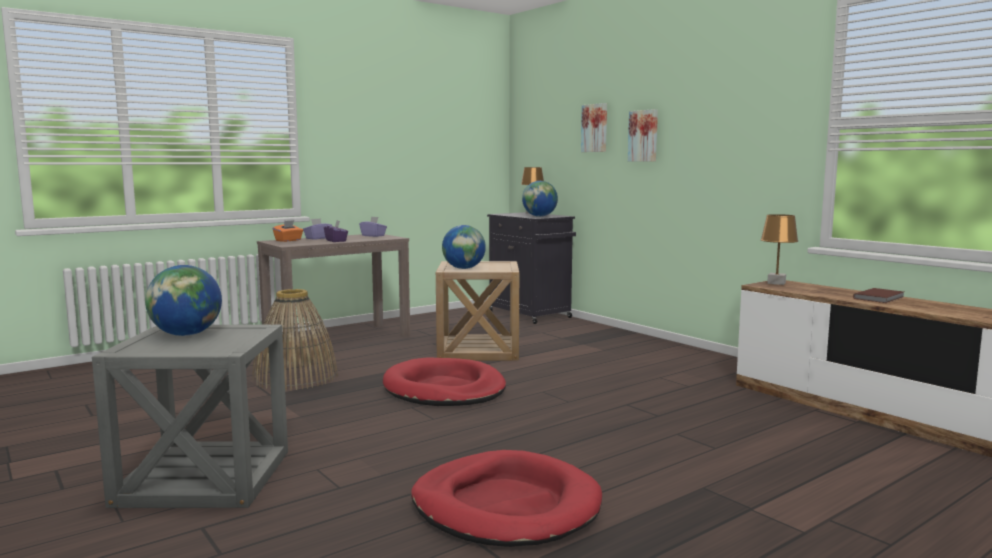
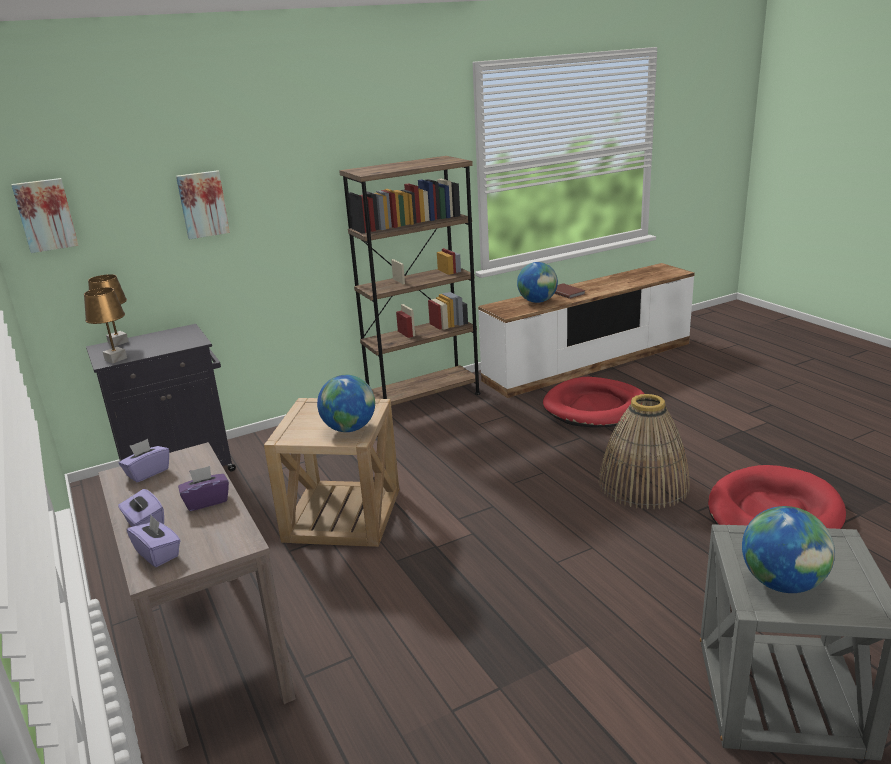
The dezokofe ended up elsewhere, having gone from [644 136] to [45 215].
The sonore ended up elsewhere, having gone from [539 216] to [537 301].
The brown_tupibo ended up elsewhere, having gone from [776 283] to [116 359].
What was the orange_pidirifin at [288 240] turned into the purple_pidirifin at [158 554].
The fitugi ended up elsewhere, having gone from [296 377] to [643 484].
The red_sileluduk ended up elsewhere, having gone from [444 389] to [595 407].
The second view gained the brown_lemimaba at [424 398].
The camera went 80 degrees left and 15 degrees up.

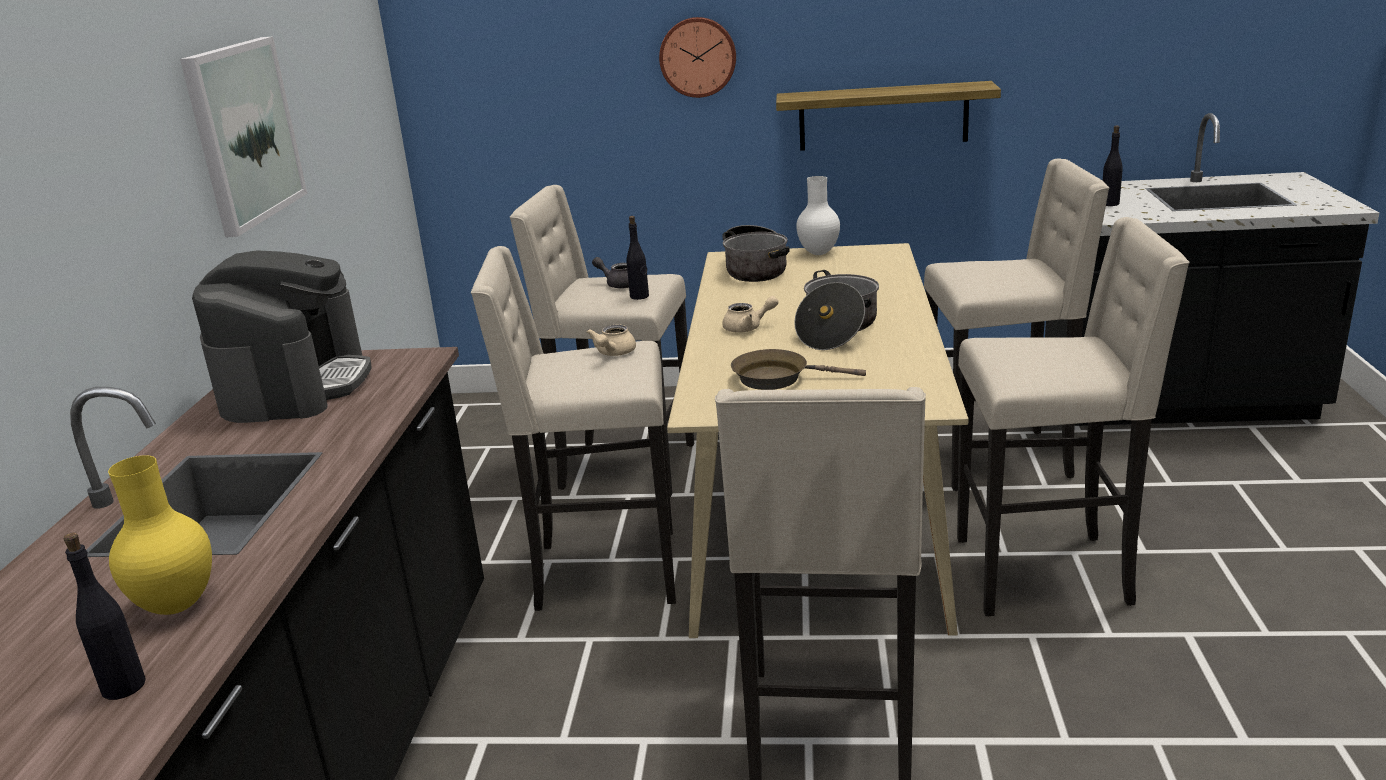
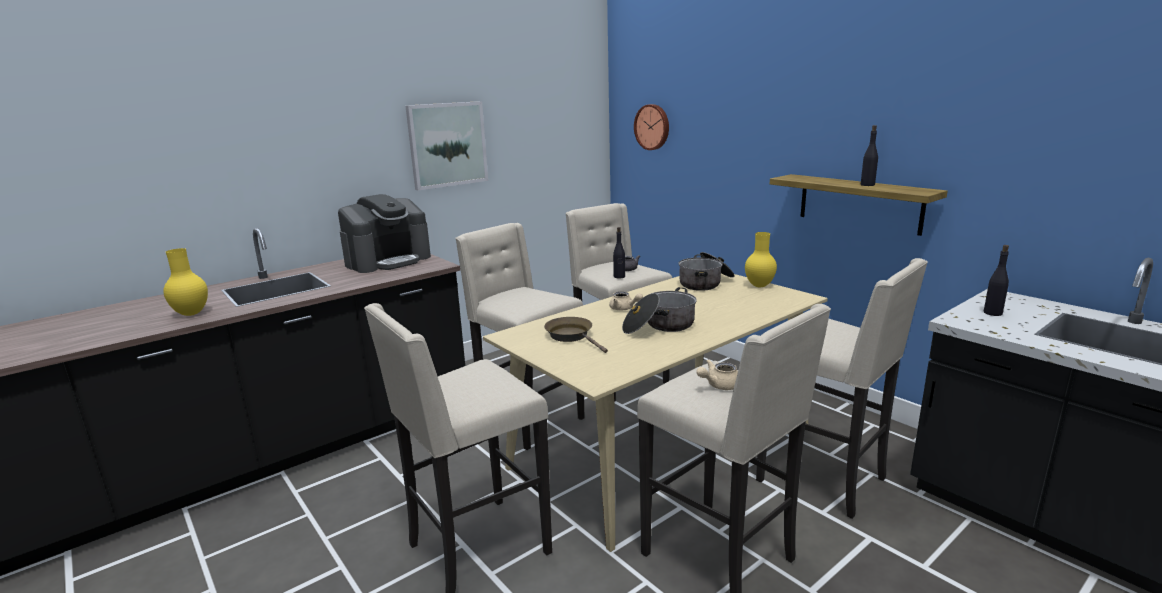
The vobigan ended up elsewhere, having gone from [698 57] to [652 127].
What was the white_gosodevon at [819 253] turned into the yellow_gosodevon at [760 286].
The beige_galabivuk ended up elsewhere, having gone from [613 353] to [719 385].
The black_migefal ended up elsewhere, having gone from [123 686] to [867 185].
The camera went 45 degrees right and 5 degrees down.

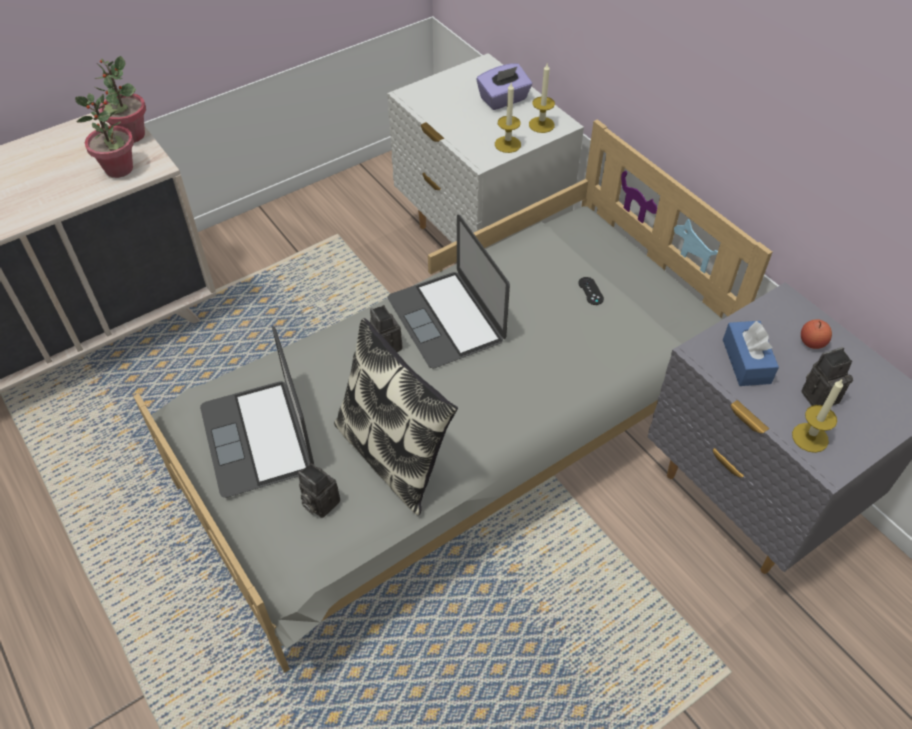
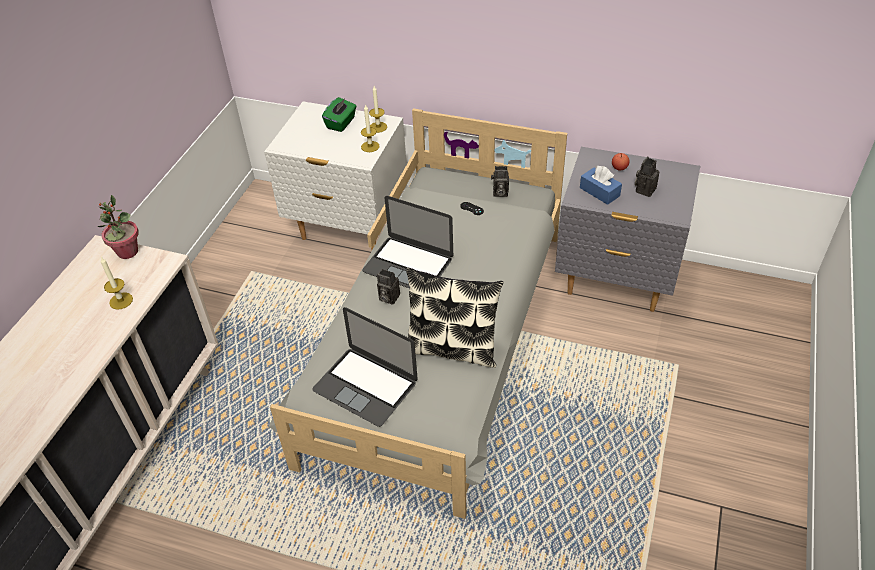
What was the purple_pidirifin at [503 100] turned into the green_pidirifin at [341 123].
The second view lost the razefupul at [119 169].
The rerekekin ended up elsewhere, having gone from [810 437] to [121 301].
The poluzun ended up elsewhere, having gone from [319 503] to [499 193].
The camera went 35 degrees left and 5 degrees down.

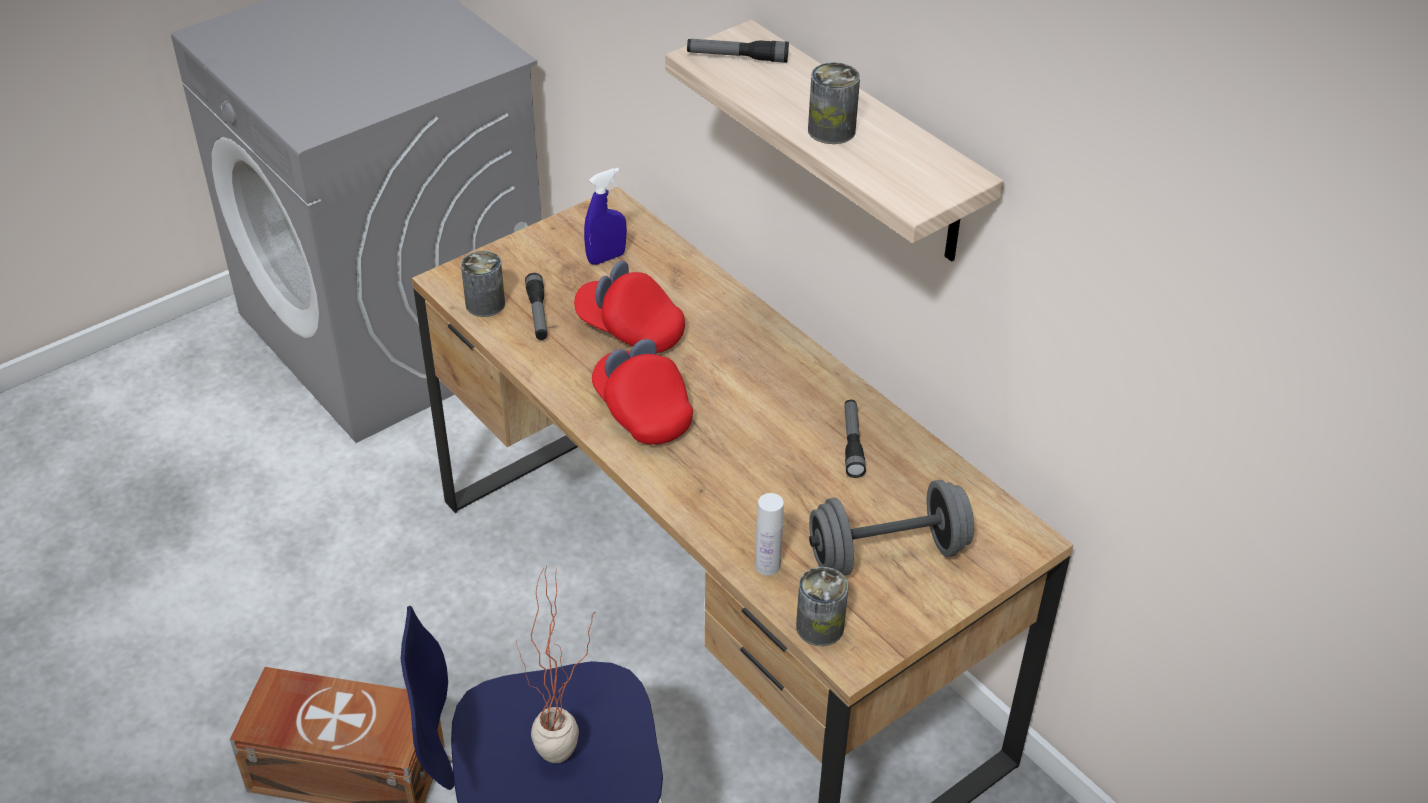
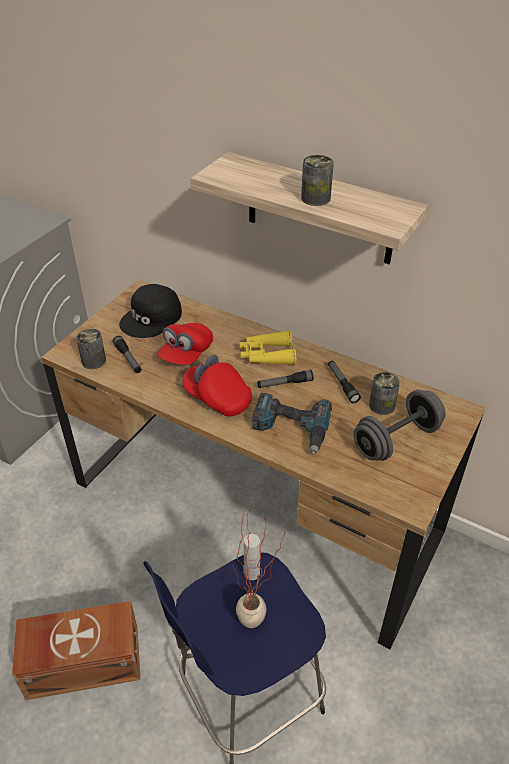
The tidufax ended up elsewhere, having gone from [737 57] to [285 383].
Where the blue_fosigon stood at [606 258], the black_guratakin came to stand at [152 318].
The red_guratakin at [630 329] ended up facing another way, 75 degrees counterclockwise from before.
The white_migefal ended up elsewhere, having gone from [767 565] to [252 573].
The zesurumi ended up elsewhere, having gone from [819 627] to [381 405].
The second view gained the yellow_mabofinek at [266 355].
The second view gained the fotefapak at [290 428].
The camera went 20 degrees left and 0 degrees up.

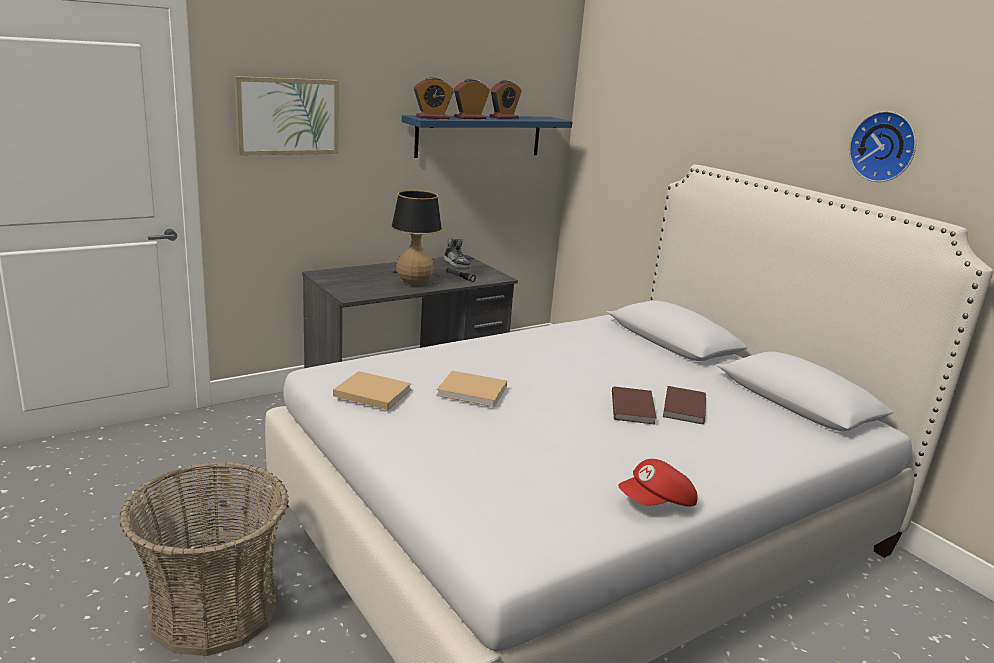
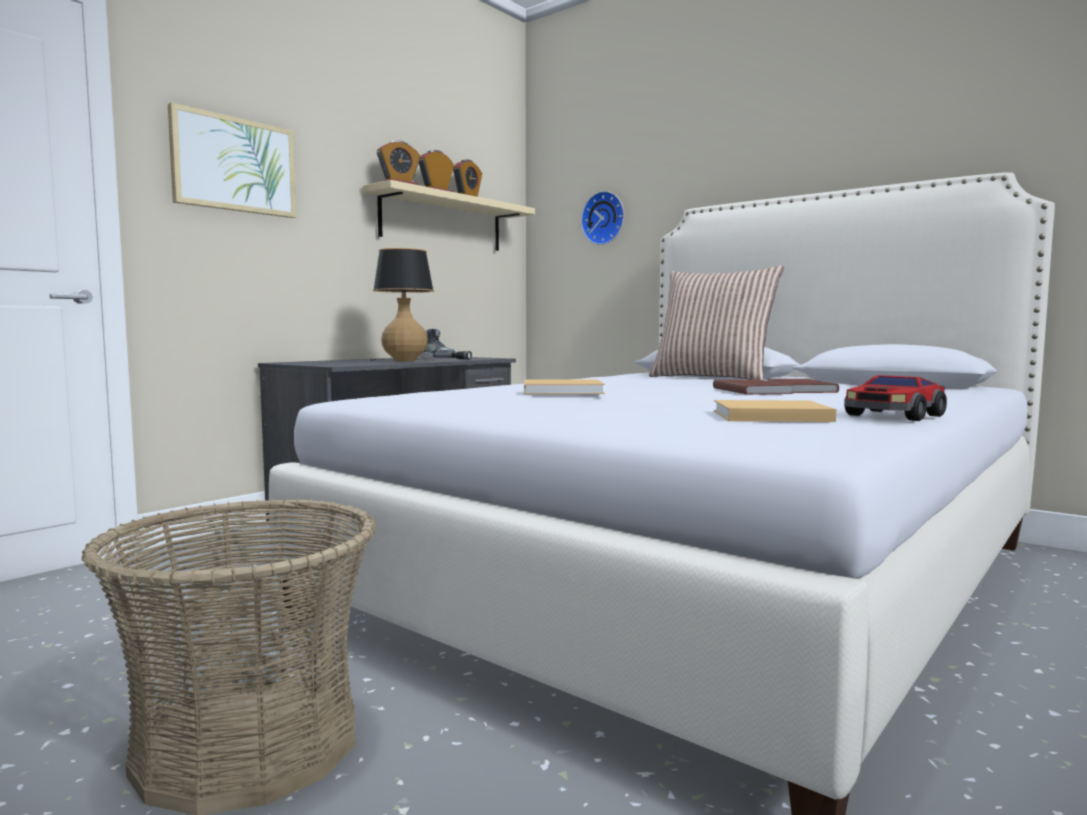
The vobigan ended up elsewhere, having gone from [884 146] to [604 218].
What was the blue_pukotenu at [479 136] turned into the beige_pukotenu at [442 222].
The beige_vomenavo ended up elsewhere, having gone from [370 392] to [767 416].
Where the red_guratakin stood at [657 503], the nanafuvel came to stand at [896 415].
The second view gained the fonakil at [712 378].
The camera went 15 degrees left and 15 degrees down.

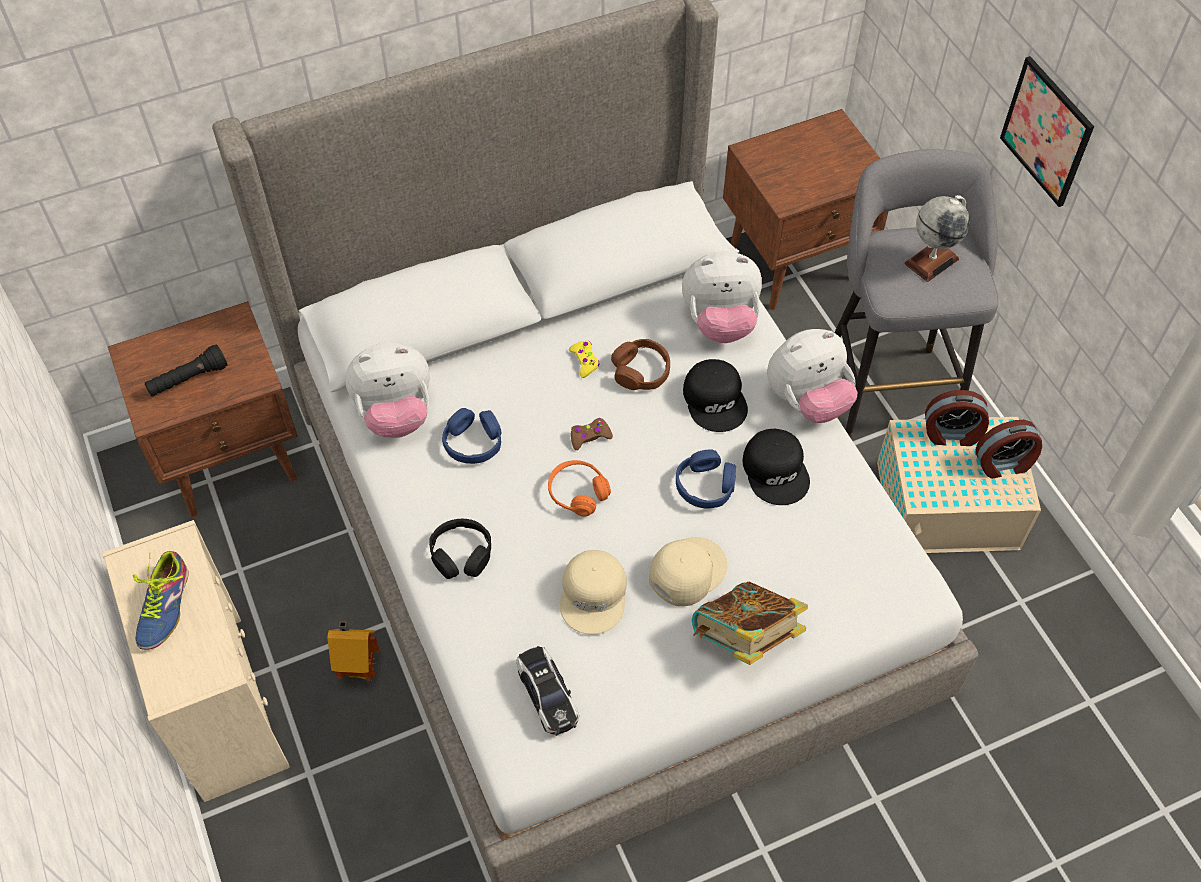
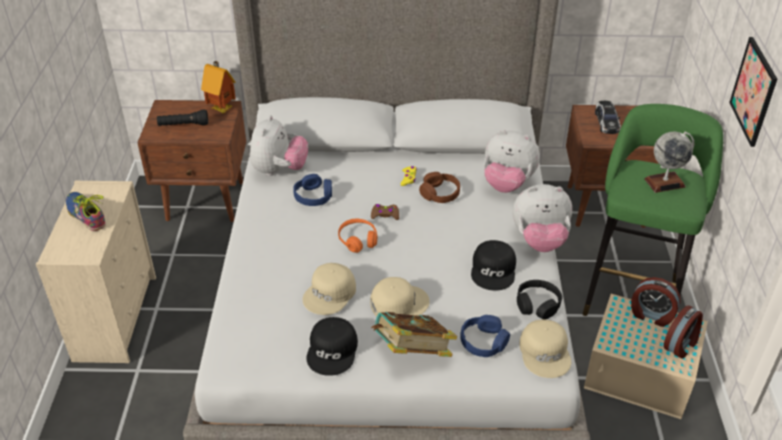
What was the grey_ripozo at [886 389] turned into the green_ripozo at [632 292].
The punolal at [395 414] ended up facing another way, 90 degrees counterclockwise from before.
The black_guratakin ended up elsewhere, having gone from [716 399] to [333 350].
The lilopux at [1003 464] ended up facing another way, 60 degrees counterclockwise from before.
The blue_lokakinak ended up elsewhere, having gone from [705 485] to [483 342].
The black_lokakinak ended up elsewhere, having gone from [461 554] to [537 304].
The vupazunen at [164 607] ended up facing another way, 105 degrees clockwise from before.
The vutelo ended up elsewhere, having gone from [359 668] to [222 109].
The nanafuvel ended up elsewhere, having gone from [547 694] to [606 122].
The second view gained the beige_guratakin at [545 352].
The camera went 25 degrees right and 15 degrees down.

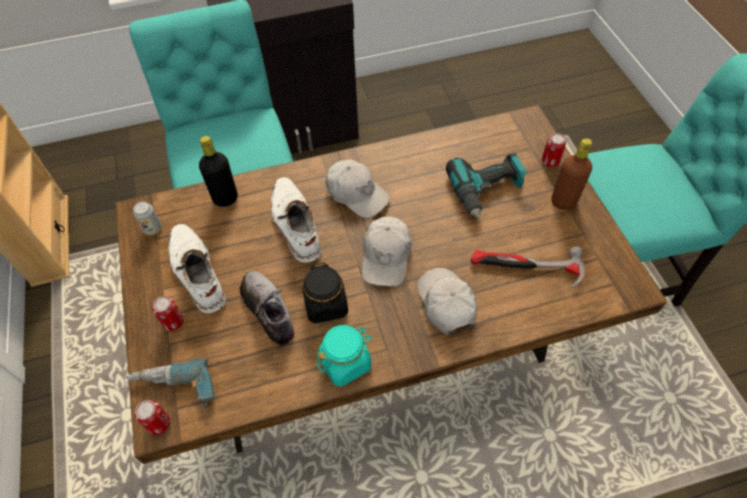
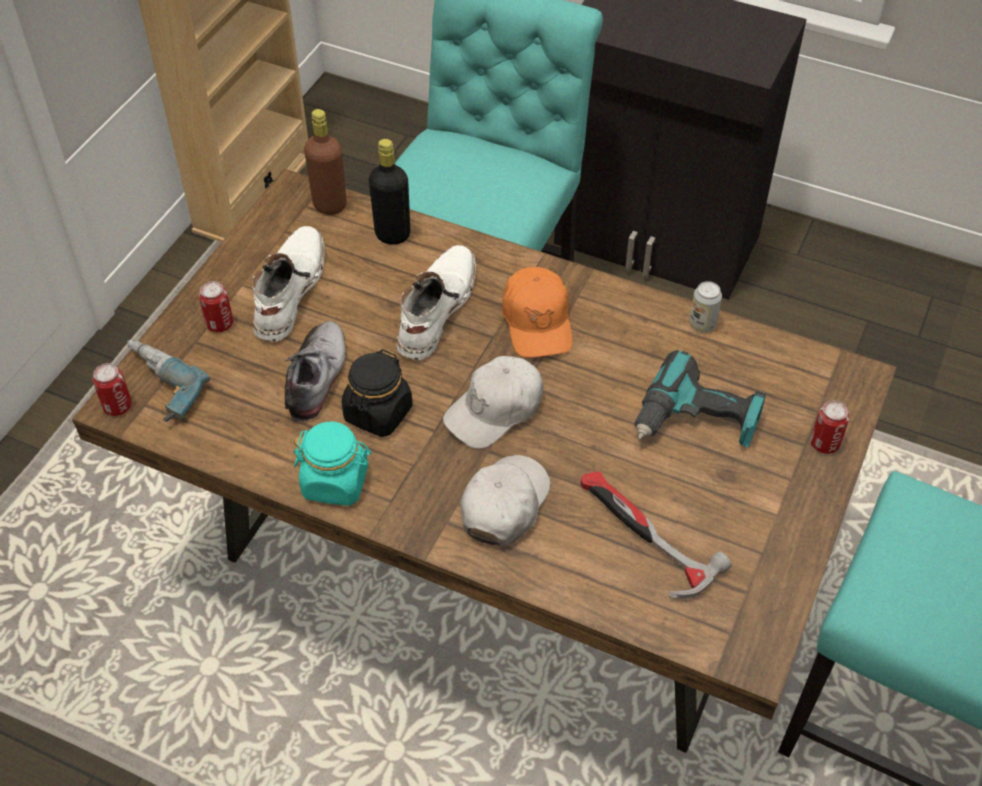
The brown_migefal ended up elsewhere, having gone from [563 202] to [330 205].
What was the white_guratakin at [356 193] turned into the orange_guratakin at [537 322].
The zesurumi ended up elsewhere, having gone from [153 229] to [702 324].
The camera went 40 degrees right and 5 degrees down.

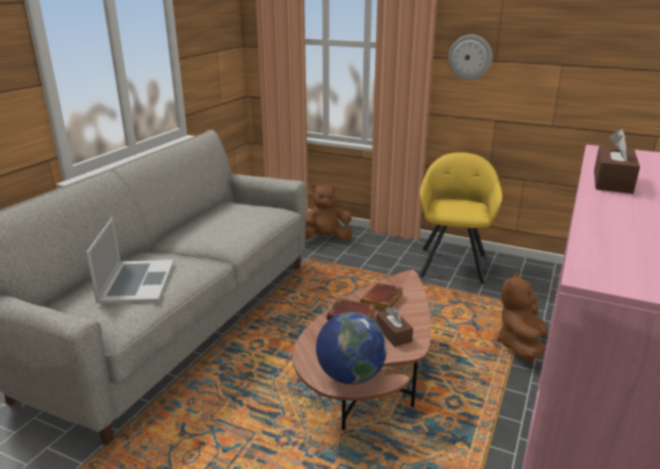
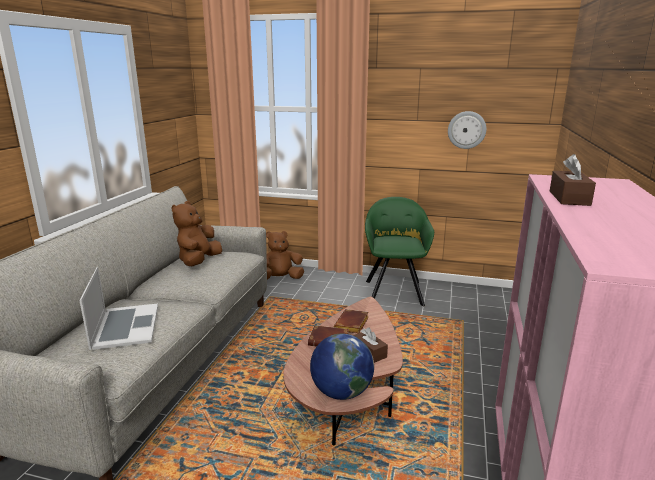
The vobigan ended up elsewhere, having gone from [470 57] to [466 130].
What was the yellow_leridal at [453 263] turned into the green_leridal at [394 291].
The brown_punolal ended up elsewhere, having gone from [521 345] to [199 262].
The camera went 10 degrees left and 5 degrees down.

